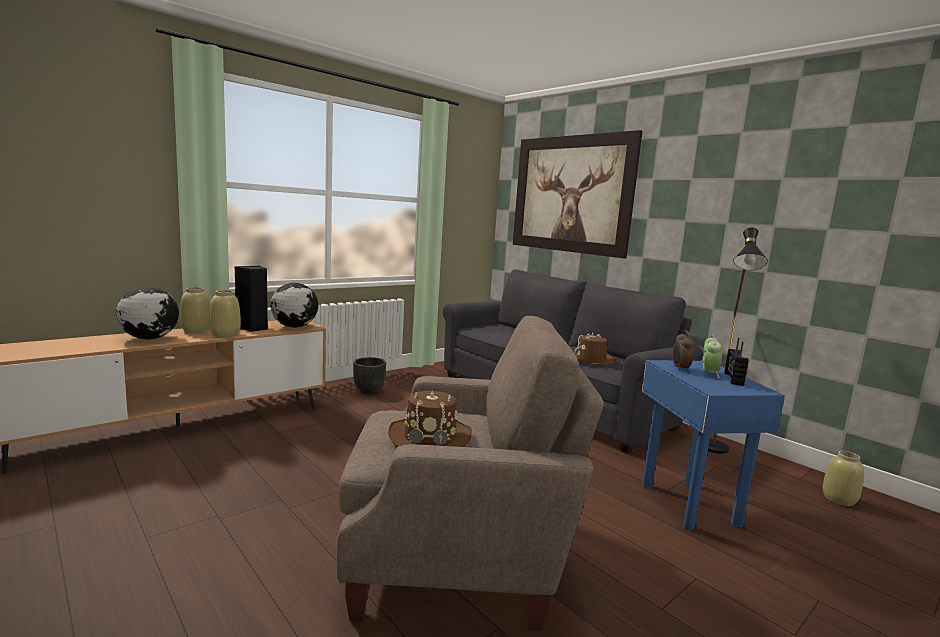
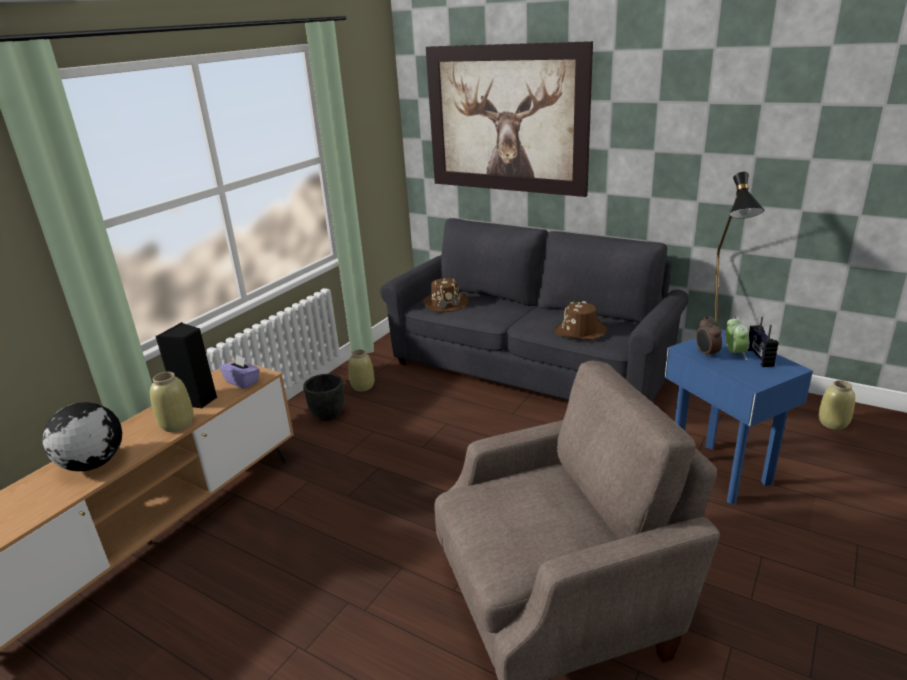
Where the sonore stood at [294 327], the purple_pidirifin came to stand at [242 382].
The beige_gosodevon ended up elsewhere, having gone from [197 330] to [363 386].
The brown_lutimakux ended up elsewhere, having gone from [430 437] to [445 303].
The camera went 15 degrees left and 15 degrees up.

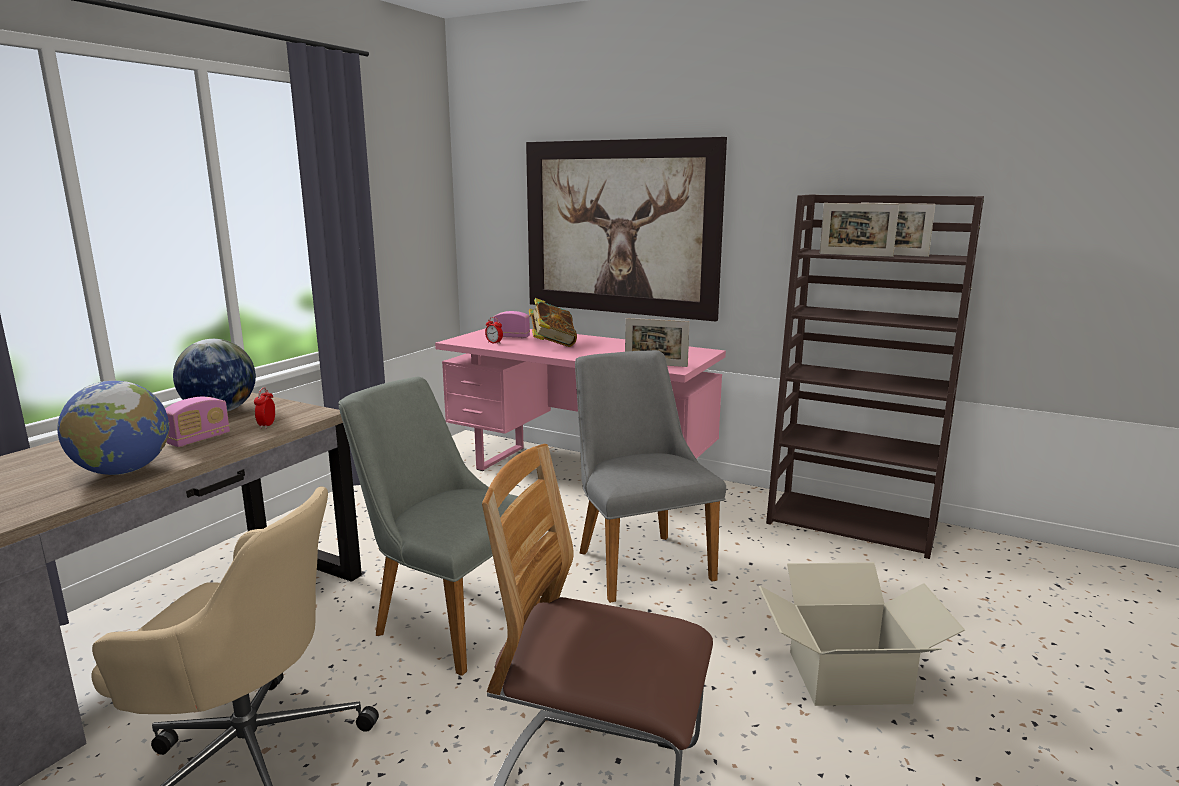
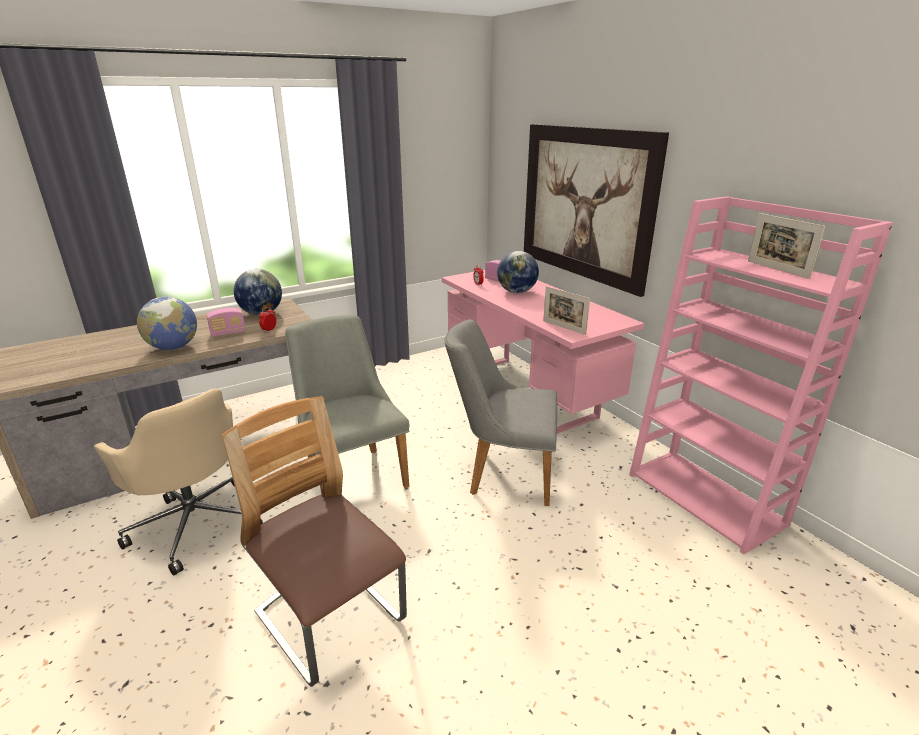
What was the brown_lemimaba at [853 523] turned into the pink_lemimaba at [706 499].
The second view lost the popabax at [855 255].
Where the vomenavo stood at [552 344], the sonore came to stand at [516 292].
The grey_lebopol at [637 559] ended up facing another way, 90 degrees counterclockwise from before.
The second view lost the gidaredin at [849 677].
The camera went 30 degrees right and 10 degrees up.

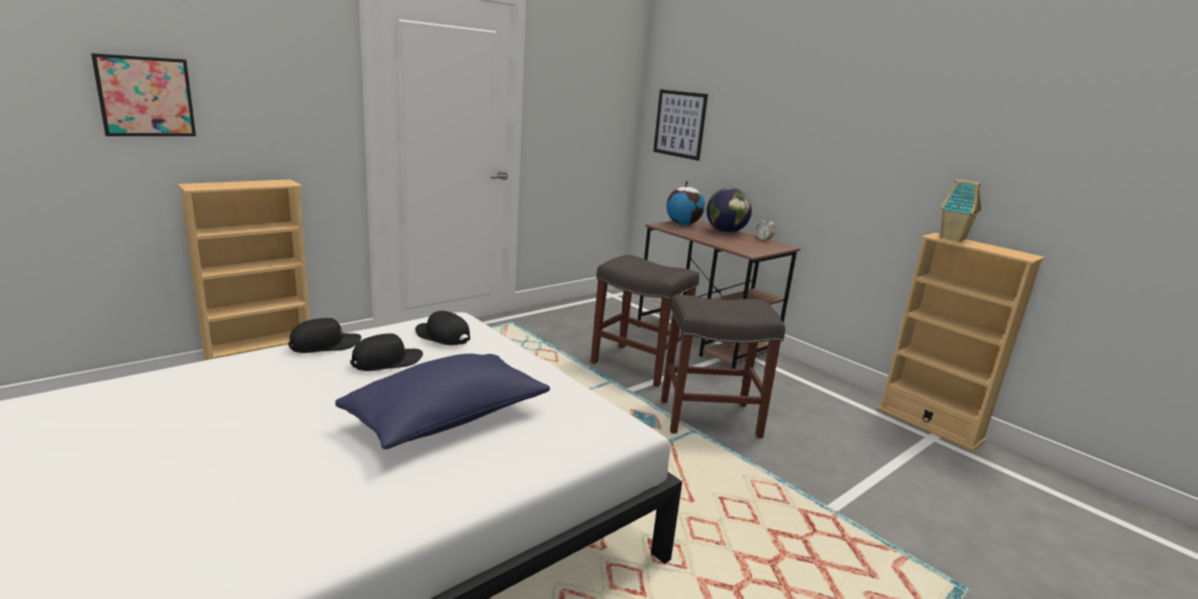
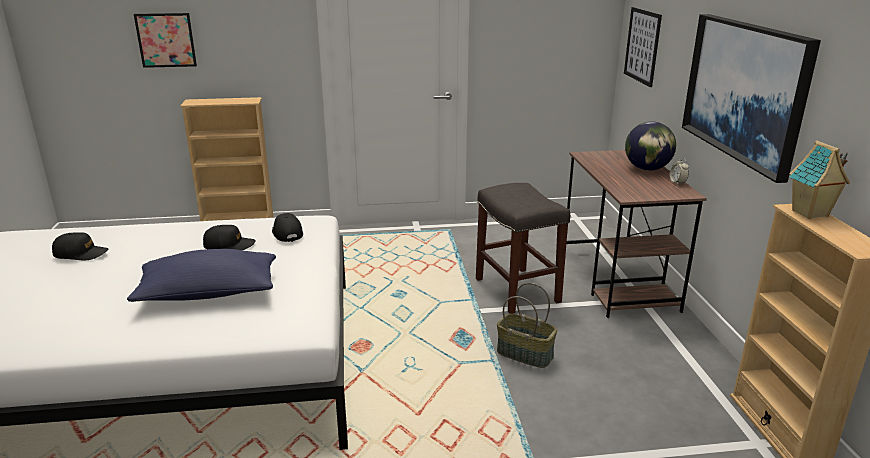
The second view lost the sonore at [683 224].
Where the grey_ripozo stood at [710 418], the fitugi came to stand at [525 354].
The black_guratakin ended up elsewhere, having gone from [325 345] to [81 253].
The second view gained the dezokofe at [745 91].
The camera went 35 degrees right and 5 degrees up.

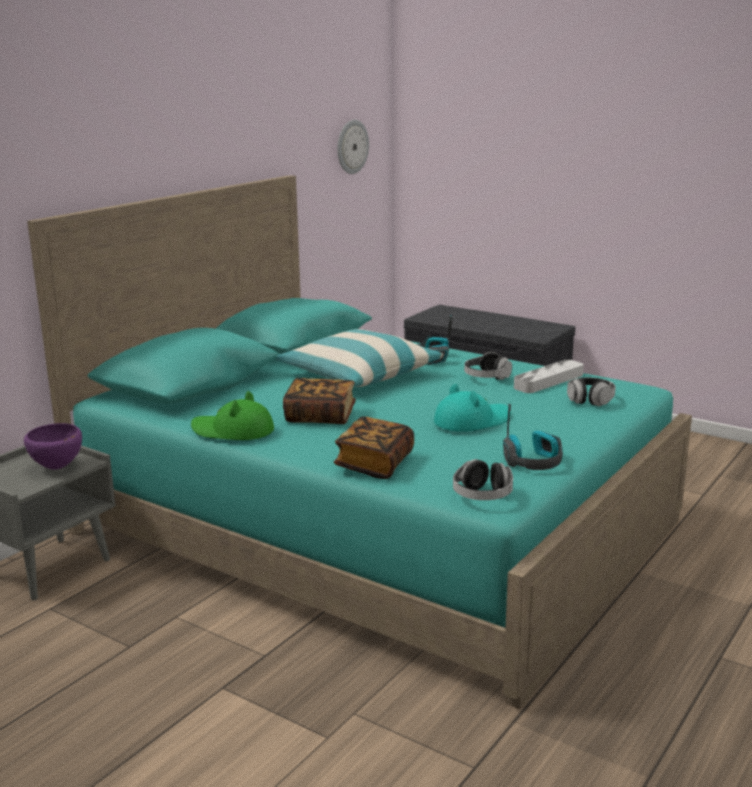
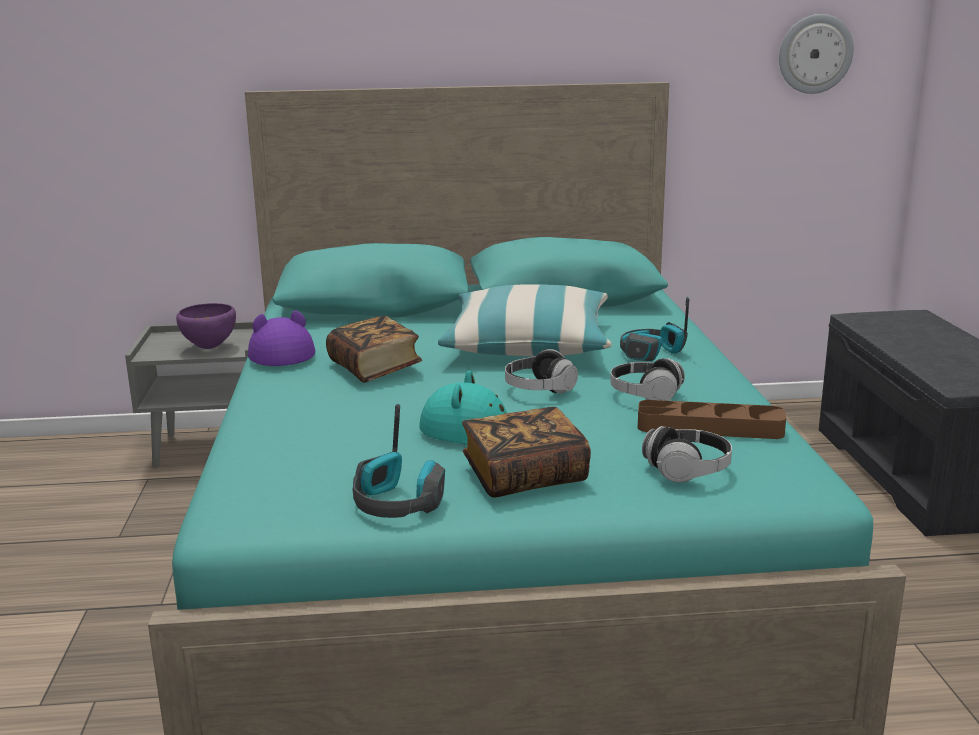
What was the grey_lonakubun at [548 381] turned into the brown_lonakubun at [709 427].
What was the green_lutimakux at [233 431] turned into the purple_lutimakux at [279 353].
The vomenavo ended up elsewhere, having gone from [374 464] to [524 476].
The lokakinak ended up elsewhere, having gone from [482 496] to [539 389].
The camera went 50 degrees right and 0 degrees up.

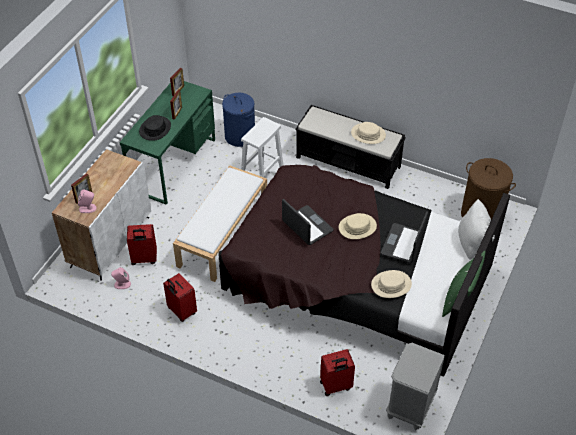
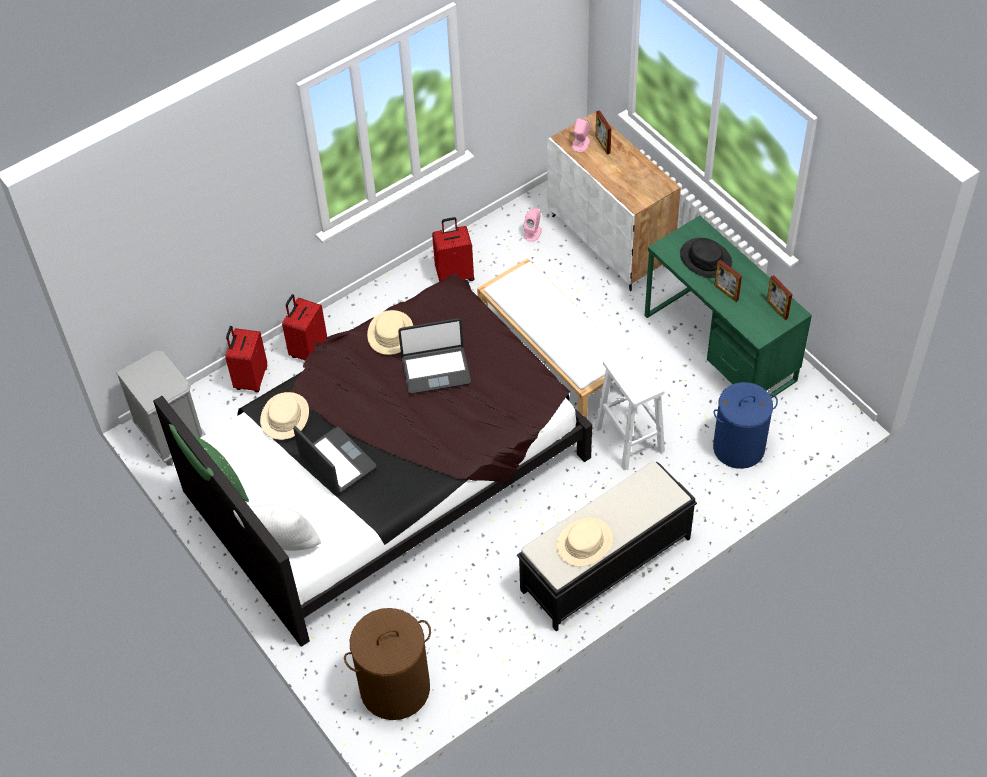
The beige_lutimakux ended up elsewhere, having gone from [357 227] to [390 333].
The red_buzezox ended up elsewhere, having gone from [144 259] to [308 349].
The camera went 120 degrees right and 5 degrees up.

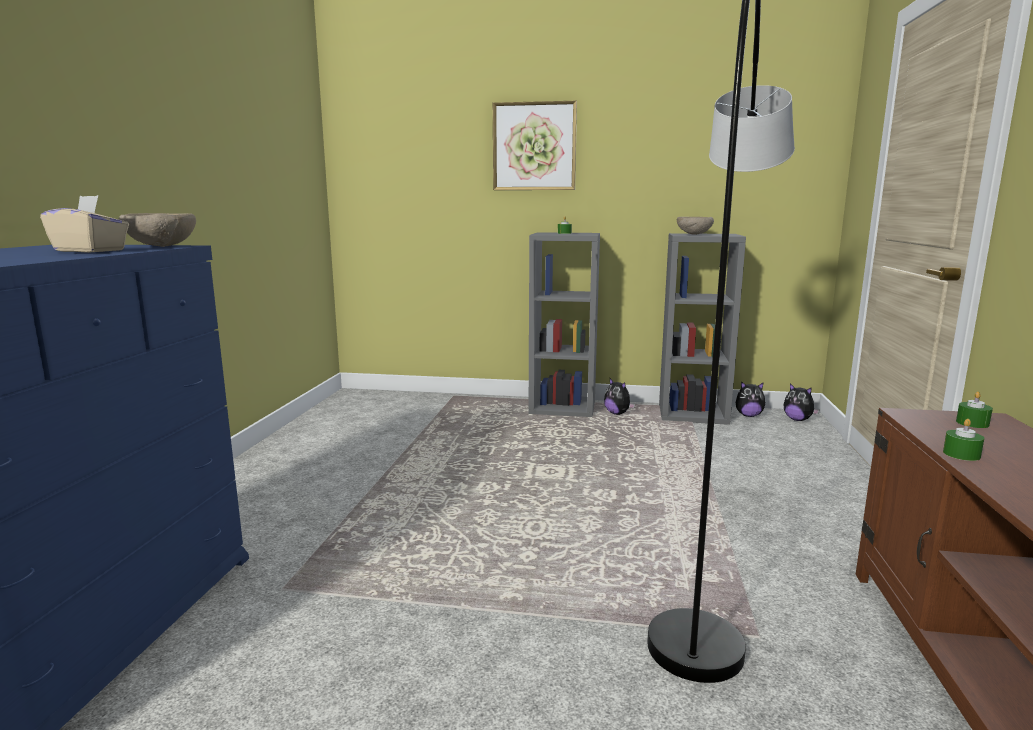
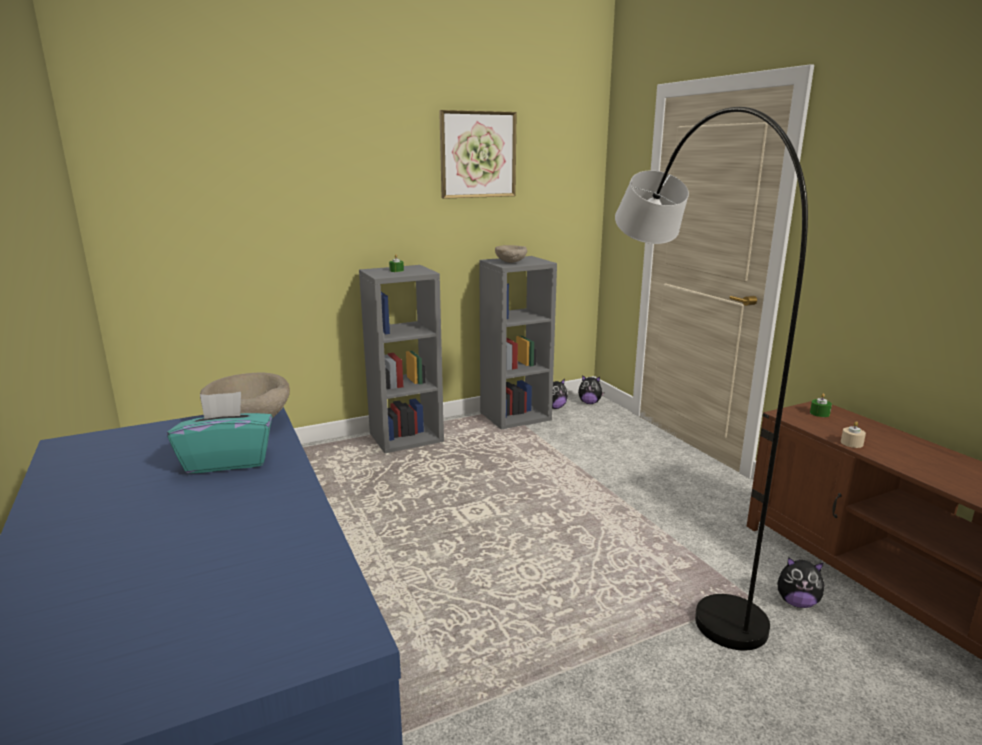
The dezokofe ended up elsewhere, having gone from [534 146] to [478 155].
What was the beige_pidirifin at [90 251] turned into the turquoise_pidirifin at [228 461].
The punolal ended up elsewhere, having gone from [617 413] to [796 602].
What was the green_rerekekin at [961 454] turned into the beige_rerekekin at [851 443].
The camera went 35 degrees left and 5 degrees up.

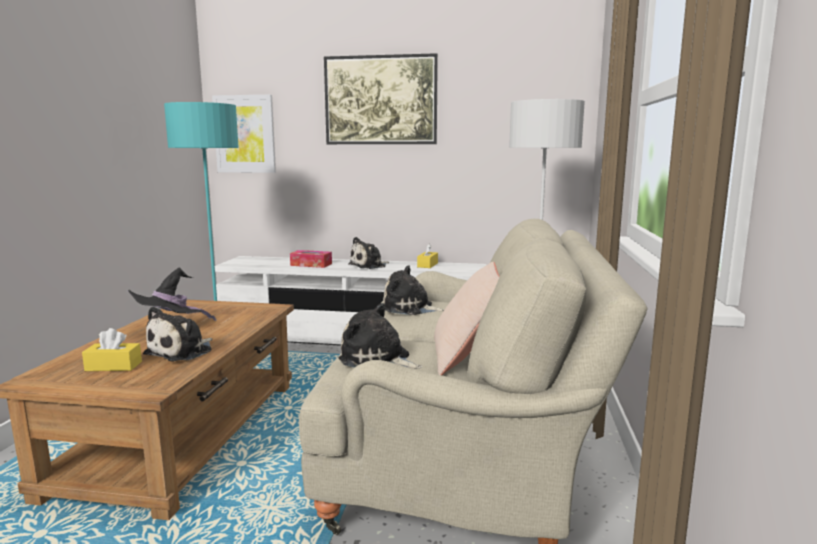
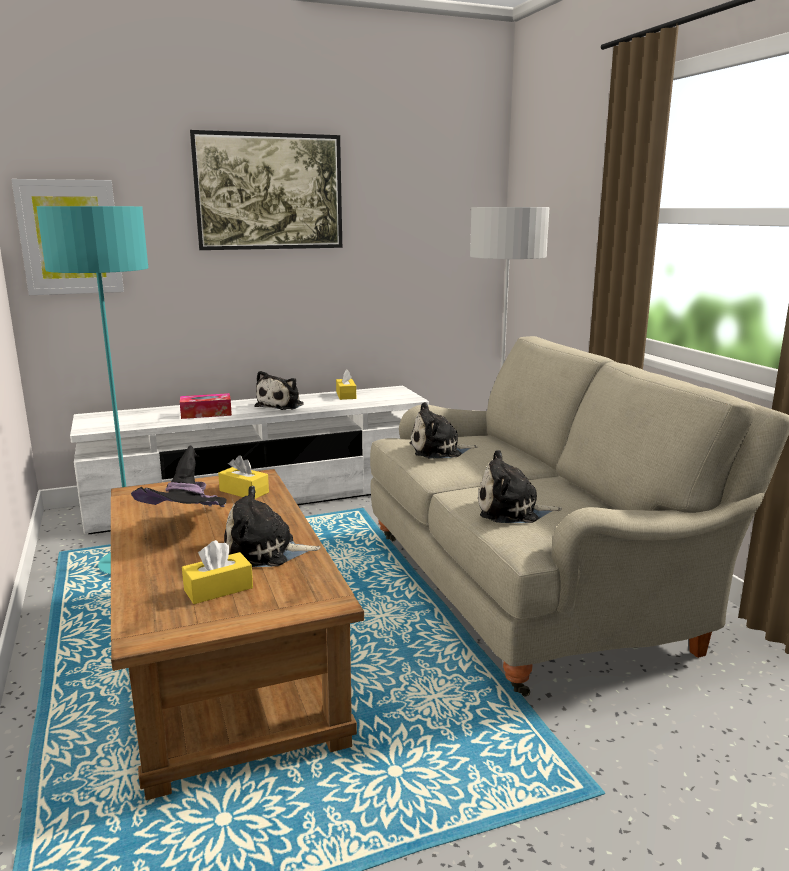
The second view lost the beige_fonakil at [467 356].
The punolal at [182 351] ended up facing another way, 90 degrees clockwise from before.
The second view gained the yellow_pidirifin at [244 491].
The camera went 30 degrees left and 5 degrees up.

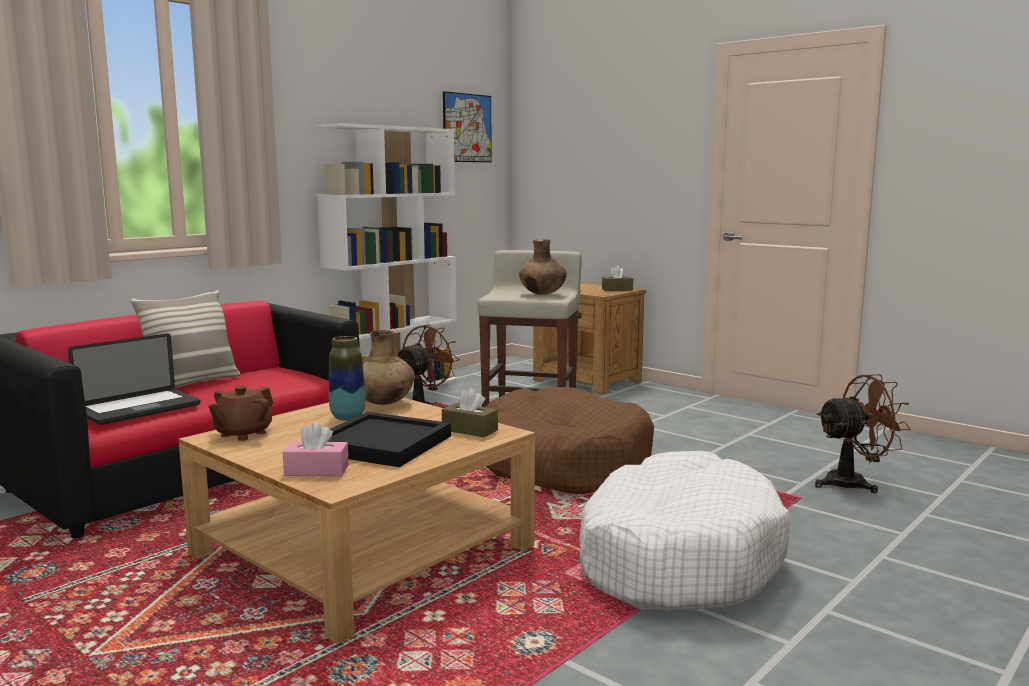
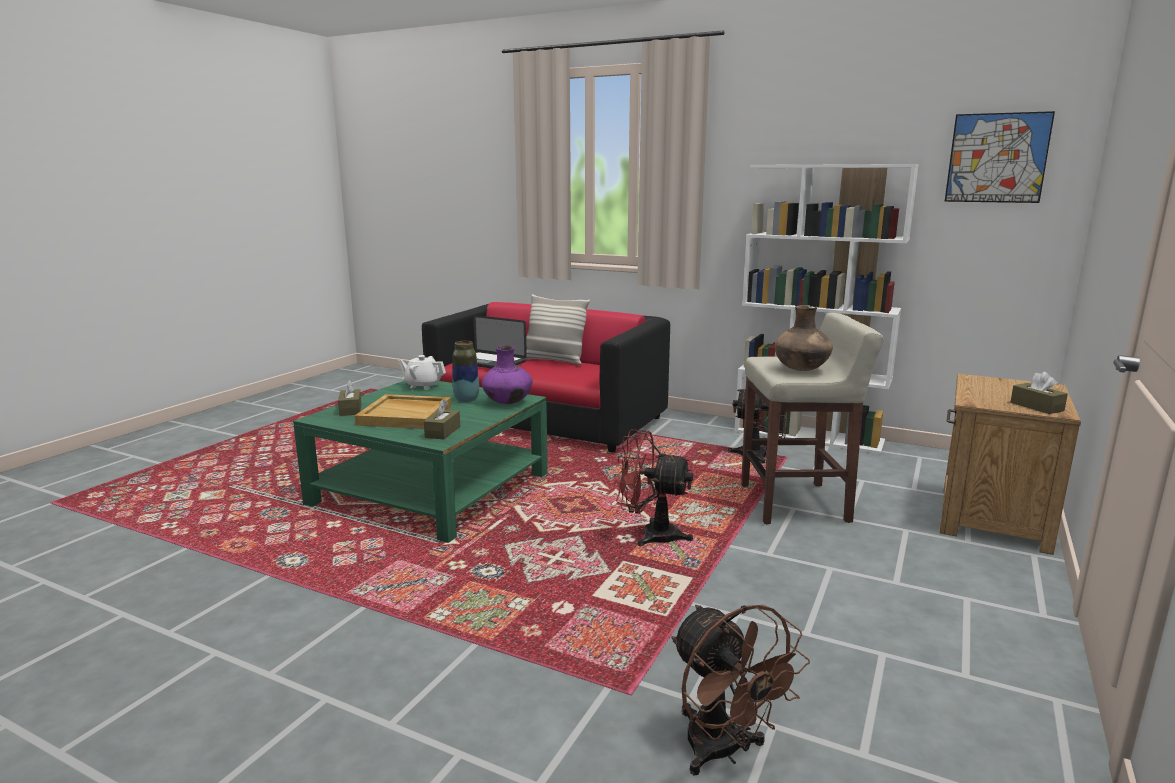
What was the brown_gosodevon at [383 403] turned into the purple_gosodevon at [508 402].
What was the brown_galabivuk at [243 434] turned into the white_galabivuk at [423 385].
Where the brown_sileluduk stood at [561 464], the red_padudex came to stand at [650 535].
What was the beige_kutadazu at [363 551] turned into the green_kutadazu at [431 489].
What was the black_lonakubun at [382 443] turned into the beige_lonakubun at [406 415].
What was the pink_pidirifin at [316 470] turned into the brown_pidirifin at [350 409].
The second view lost the white_sileluduk at [676 558].
The camera went 75 degrees right and 5 degrees up.

